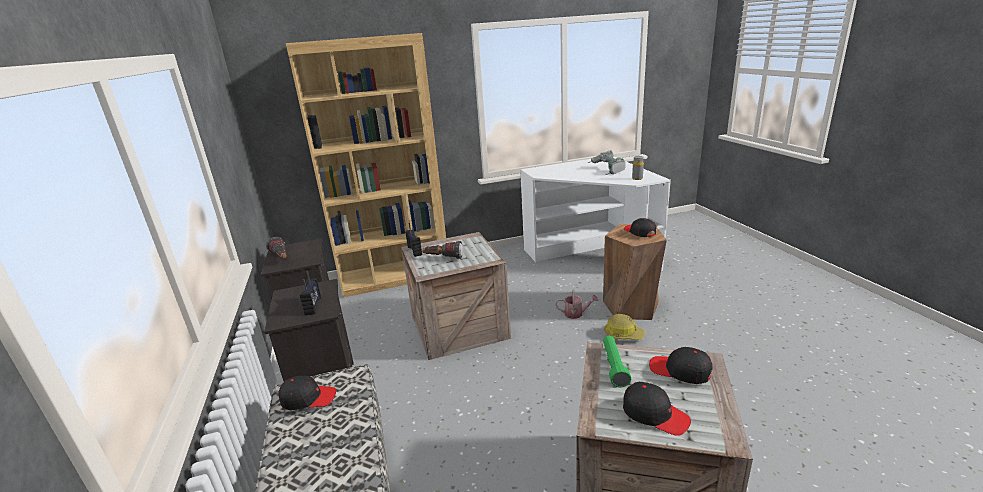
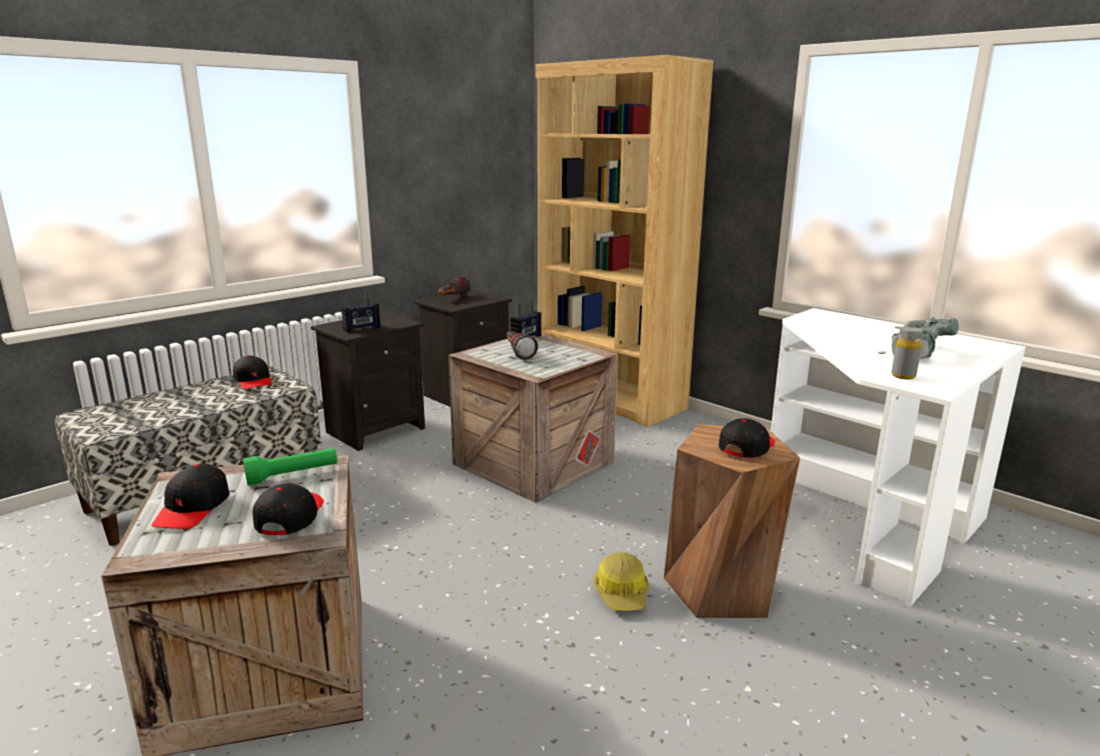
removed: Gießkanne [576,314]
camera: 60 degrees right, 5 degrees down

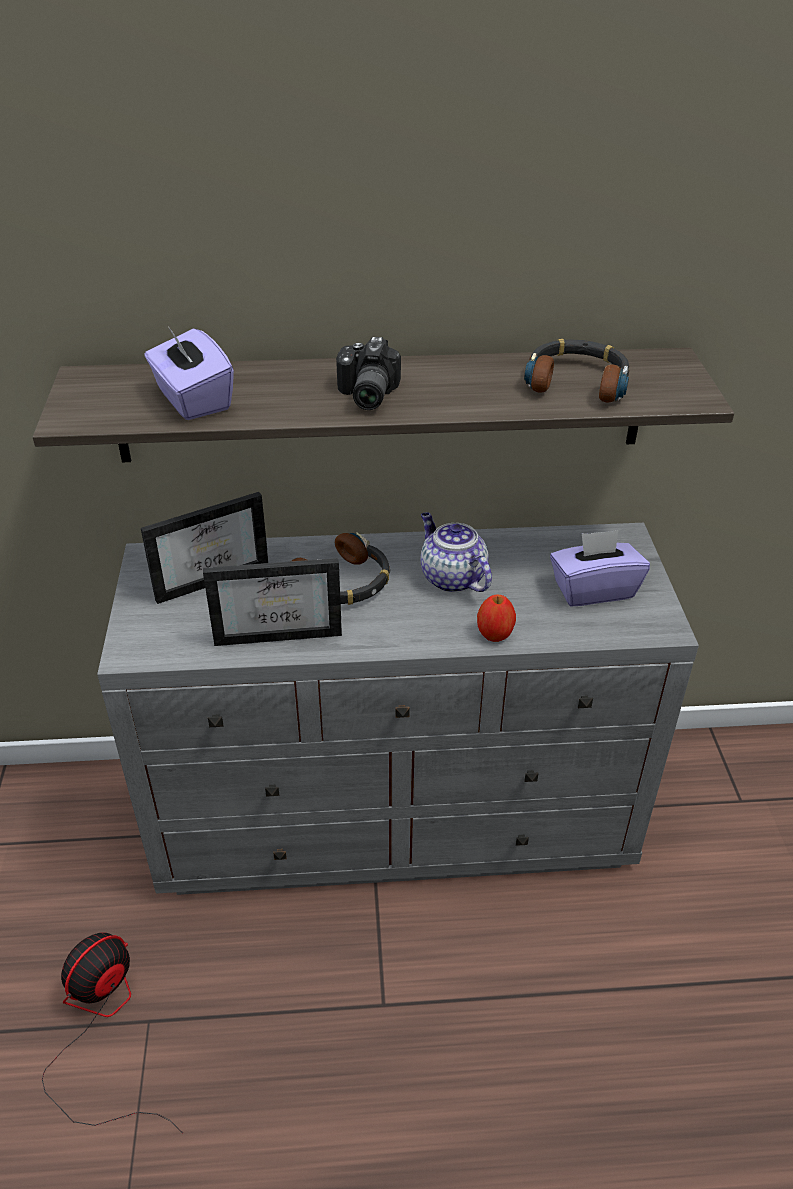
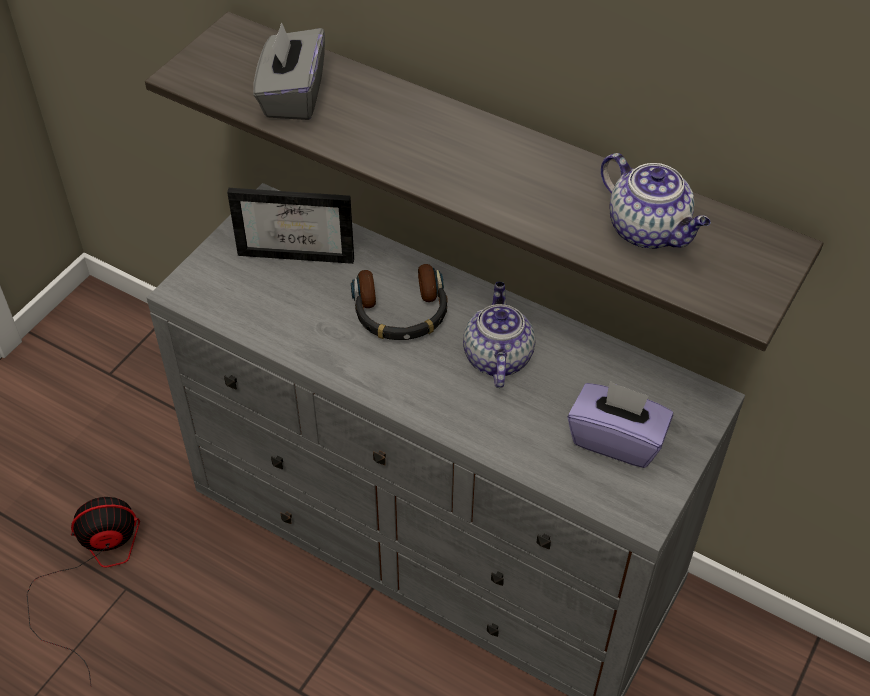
removed: Bilderrahmen [280,629]; Kamera [365,395]; Apfel [495,634]
replaced: Kopfhörer [577,381] to Teekanne [649,231]
recoloured: Taschentuchbox/lila [192,400] to Taschentuchbox/grau [292,96]
camera: 35 degrees right, 10 degrees up

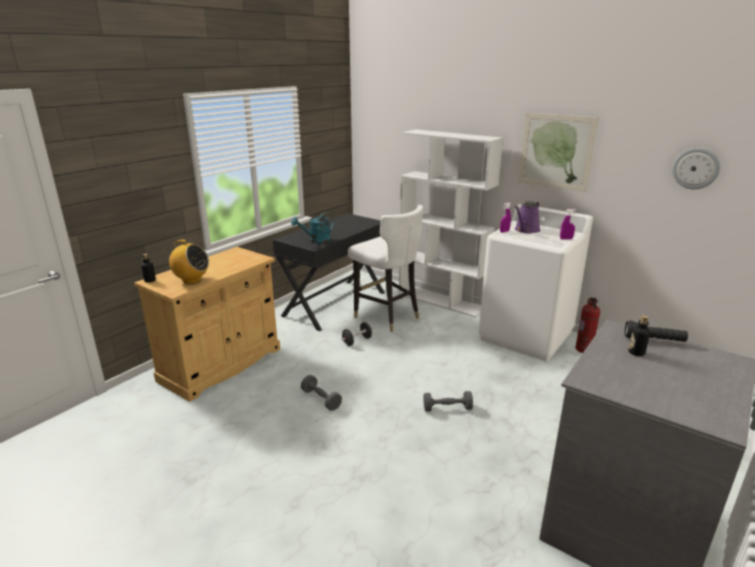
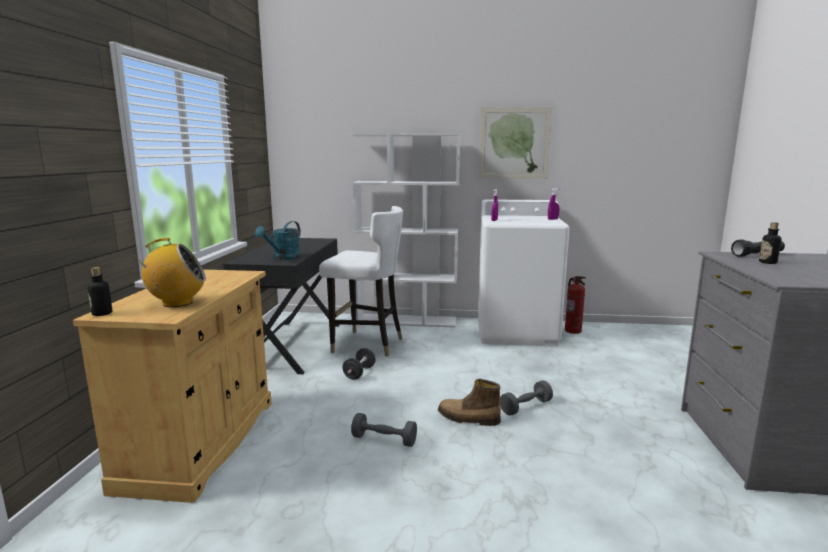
removed: Gießkanne/lila [526,230]; Wanduhr [696,168]
added: Stiefel [468,419]
camera: 30 degrees left, 10 degrees down

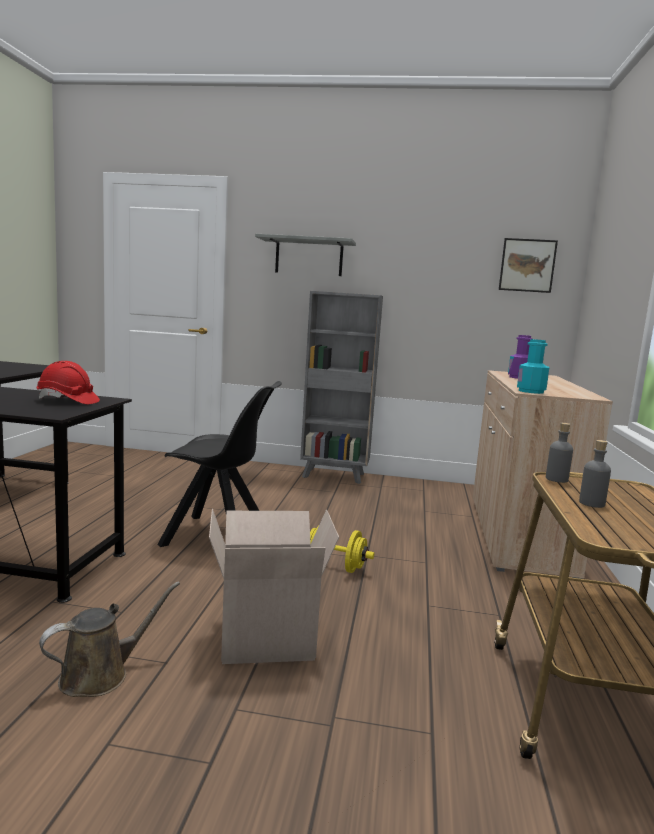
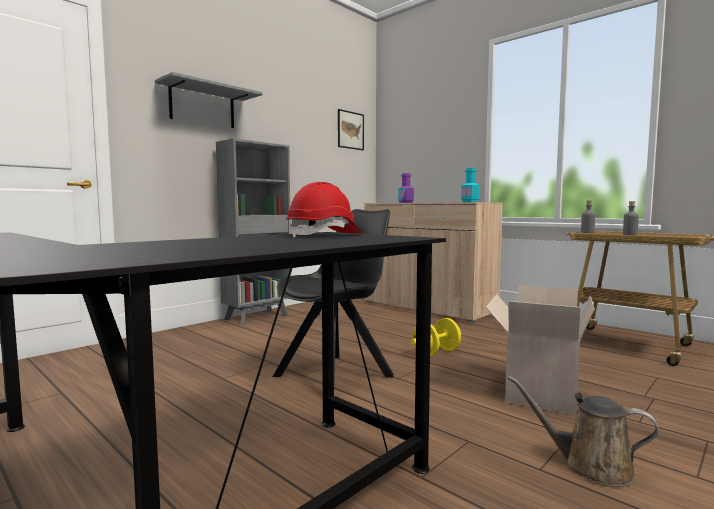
turned: Gießkanne/braun [101,675] = [589,466] 60 degrees counterclockwise
camera: 55 degrees left, 5 degrees down

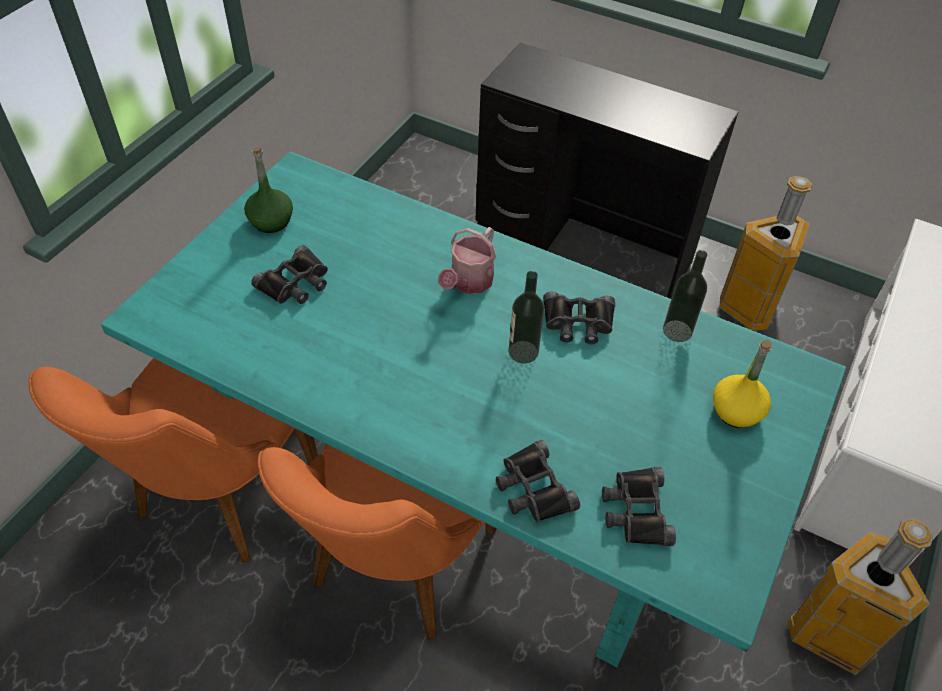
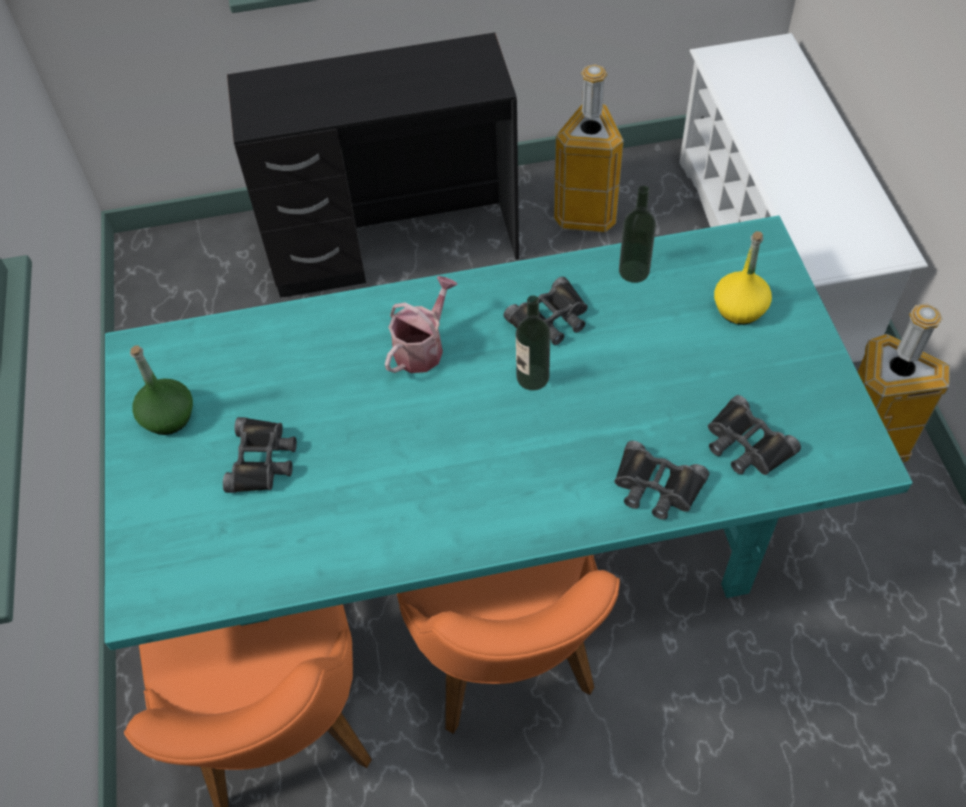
turned: Gießkanne [468,283] = [422,347] 135 degrees counterclockwise
camera: 35 degrees left, 5 degrees up

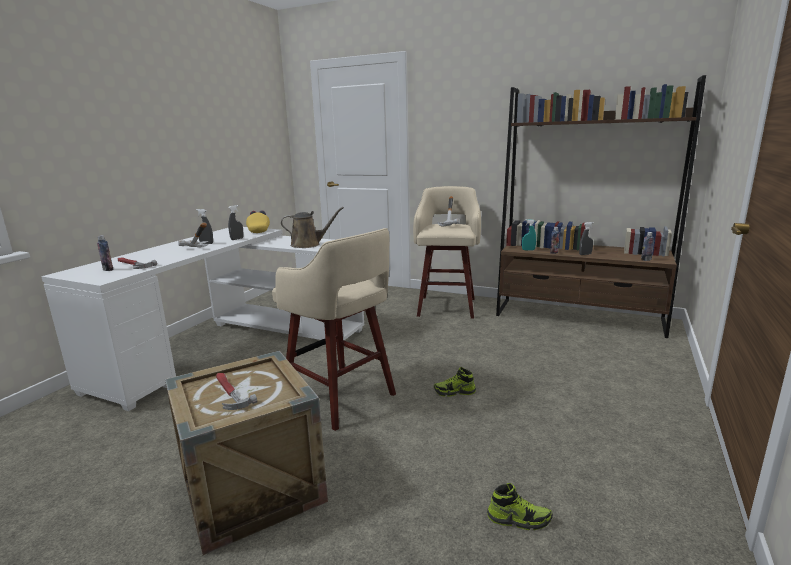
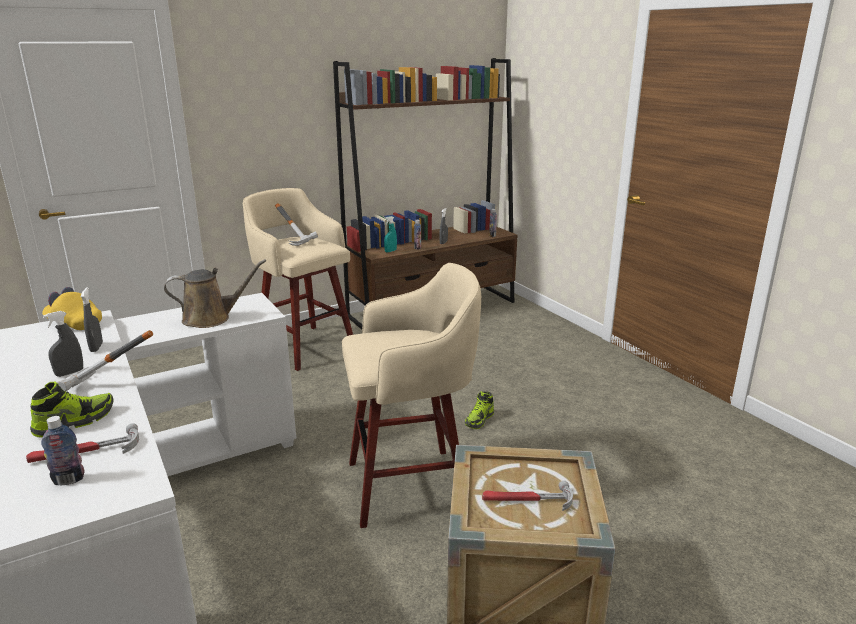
moved: Schuh [519,519] to [75,422]
turned: Gießkanne/braun [308,244] = [211,318] 45 degrees clockwise
camera: 55 degrees left, 5 degrees up

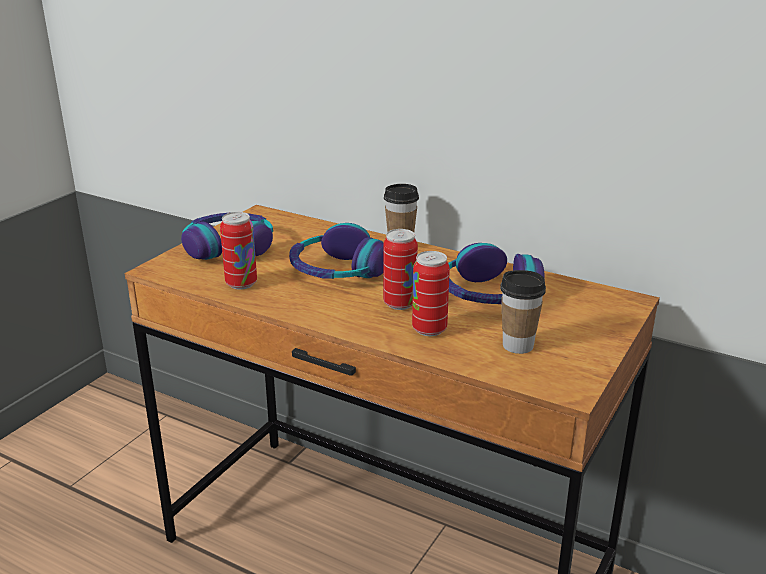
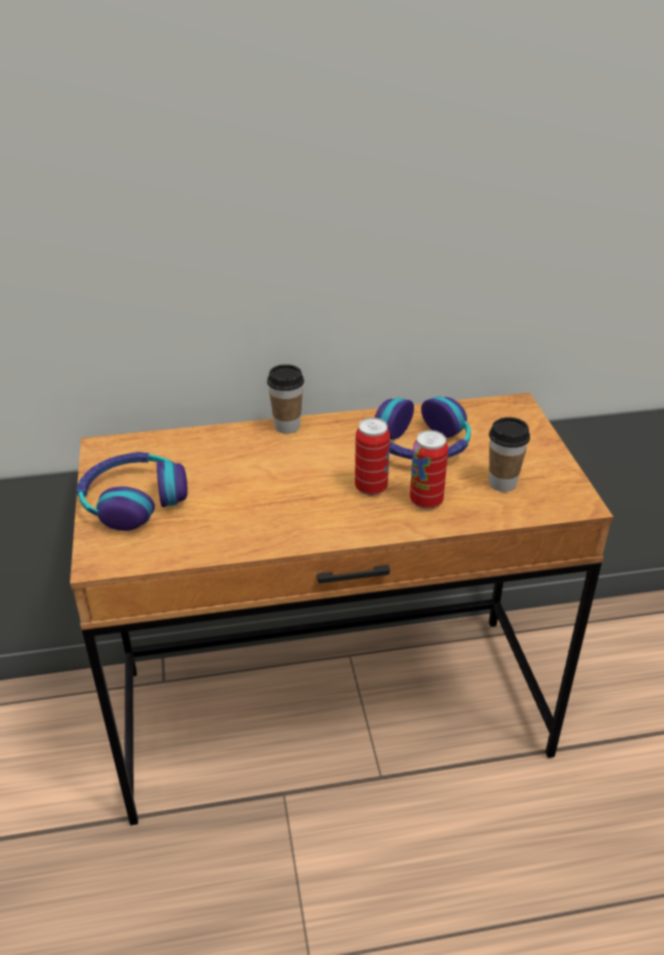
removed: Dose [241,284]; Kopfhörer [337,270]
camera: 40 degrees left, 10 degrees up

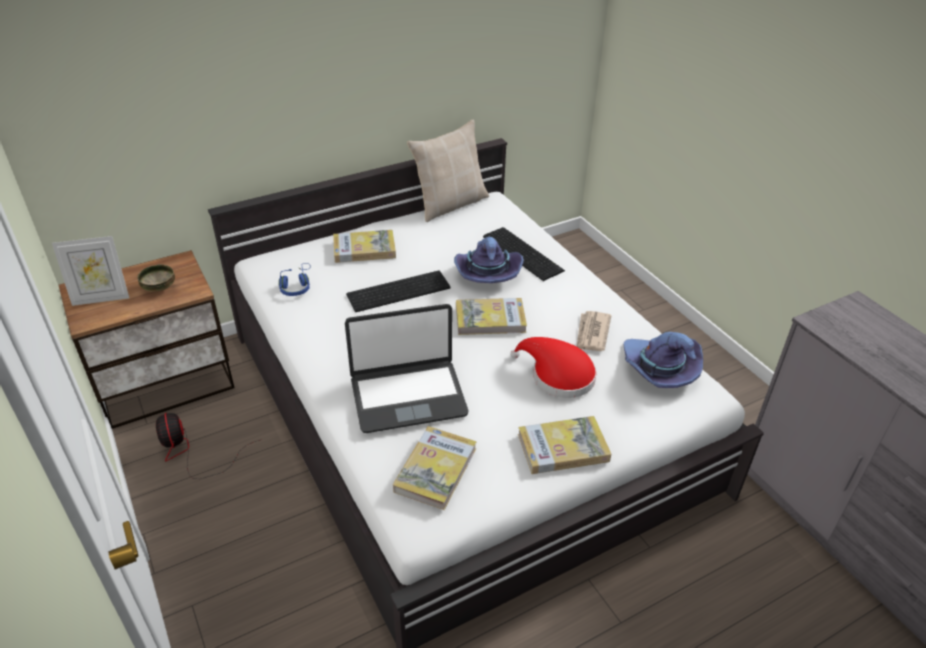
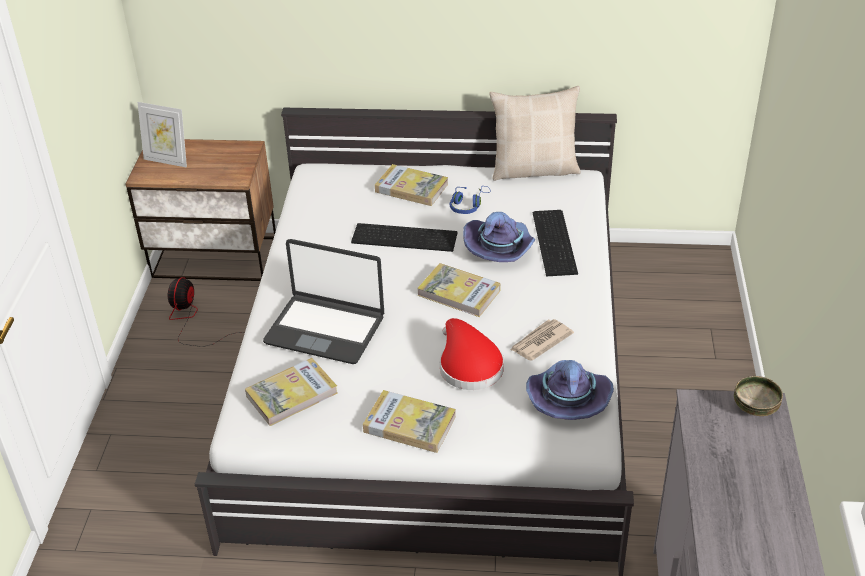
moved: Schüssel [159,287] to [755,407]; Kopfhörer/blau [296,286] to [468,205]
camera: 35 degrees right, 0 degrees up

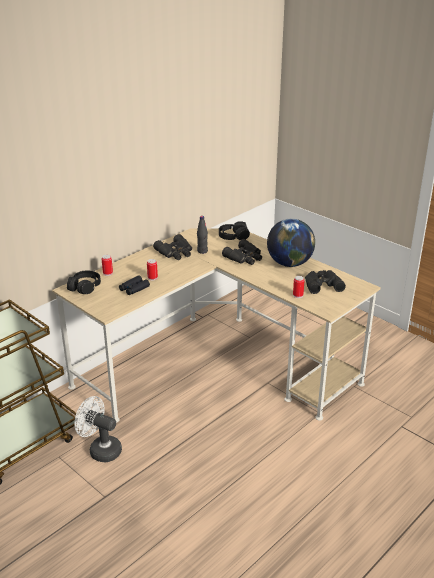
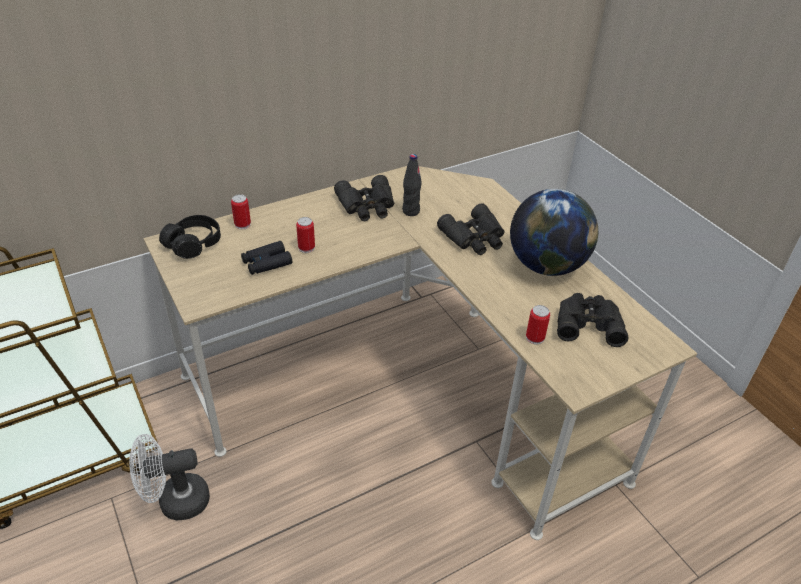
removed: Kopfhörer/schwarz [233,237]
turned: Ventilator/weiß [101,449] = [175,502] 60 degrees counterclockwise
camera: 15 degrees right, 10 degrees up

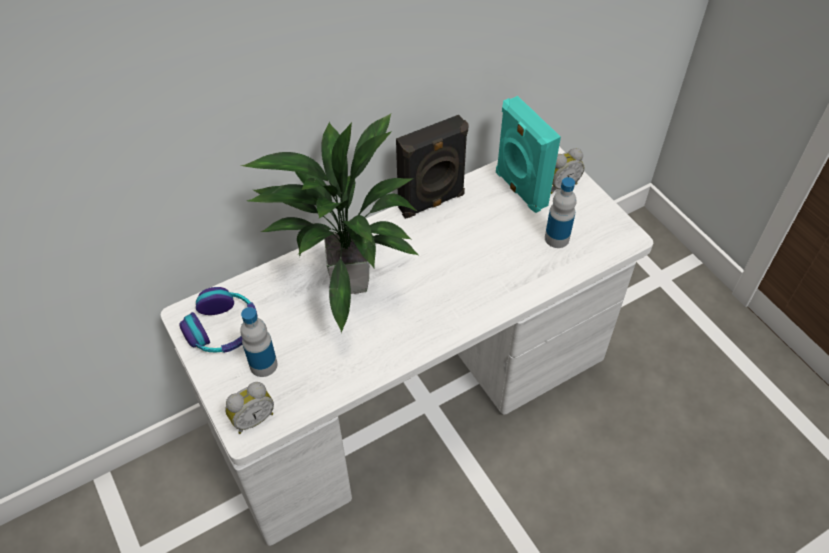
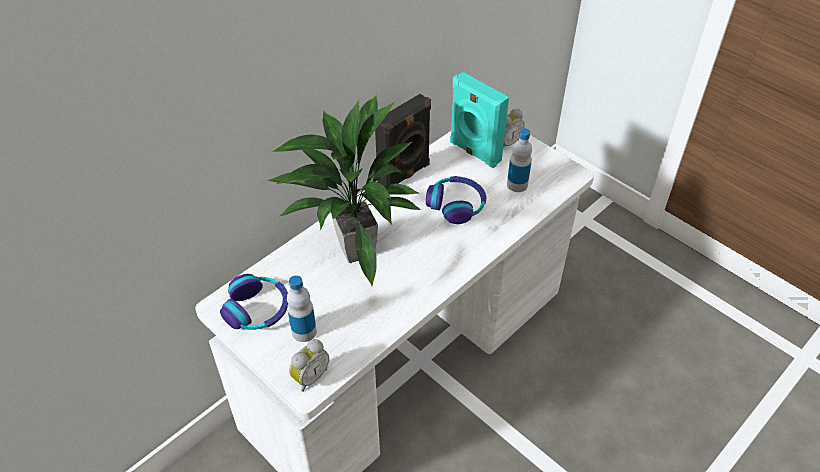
added: Kopfhörer [456,205]
camera: 15 degrees left, 5 degrees down

